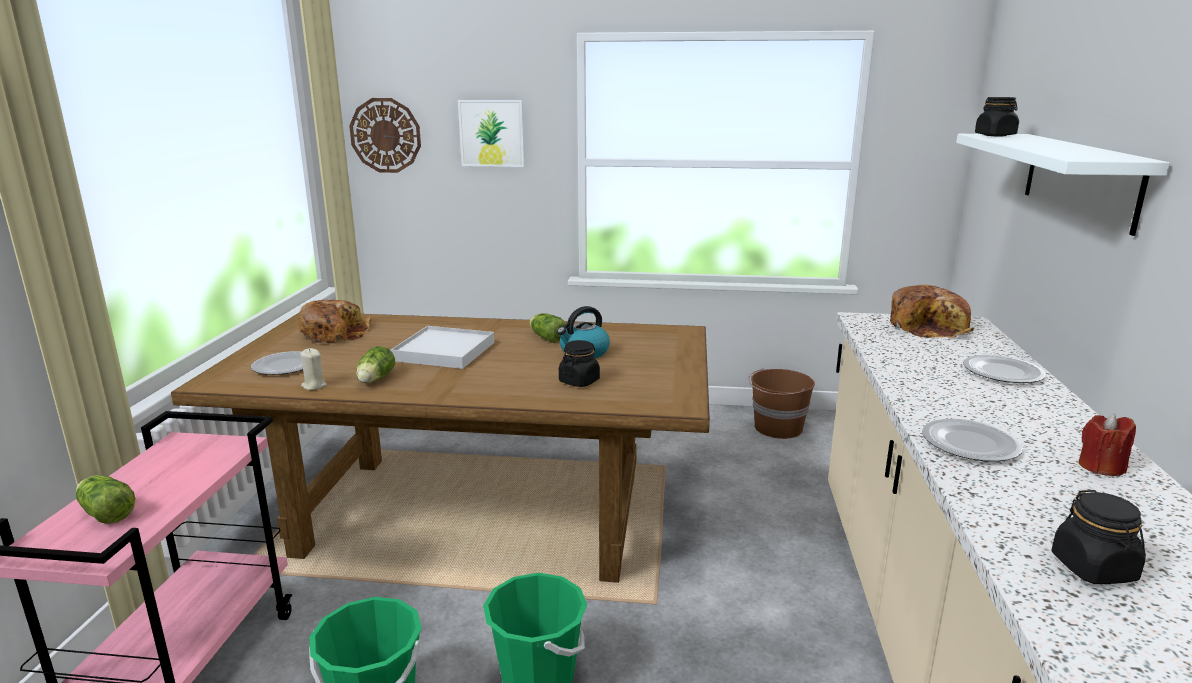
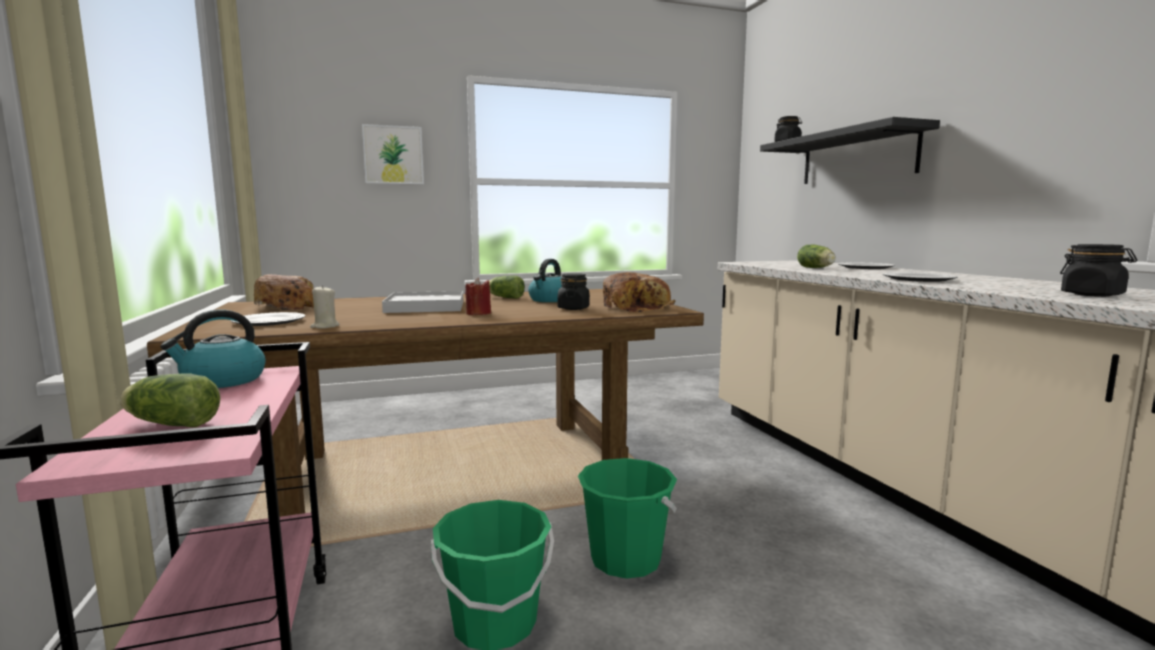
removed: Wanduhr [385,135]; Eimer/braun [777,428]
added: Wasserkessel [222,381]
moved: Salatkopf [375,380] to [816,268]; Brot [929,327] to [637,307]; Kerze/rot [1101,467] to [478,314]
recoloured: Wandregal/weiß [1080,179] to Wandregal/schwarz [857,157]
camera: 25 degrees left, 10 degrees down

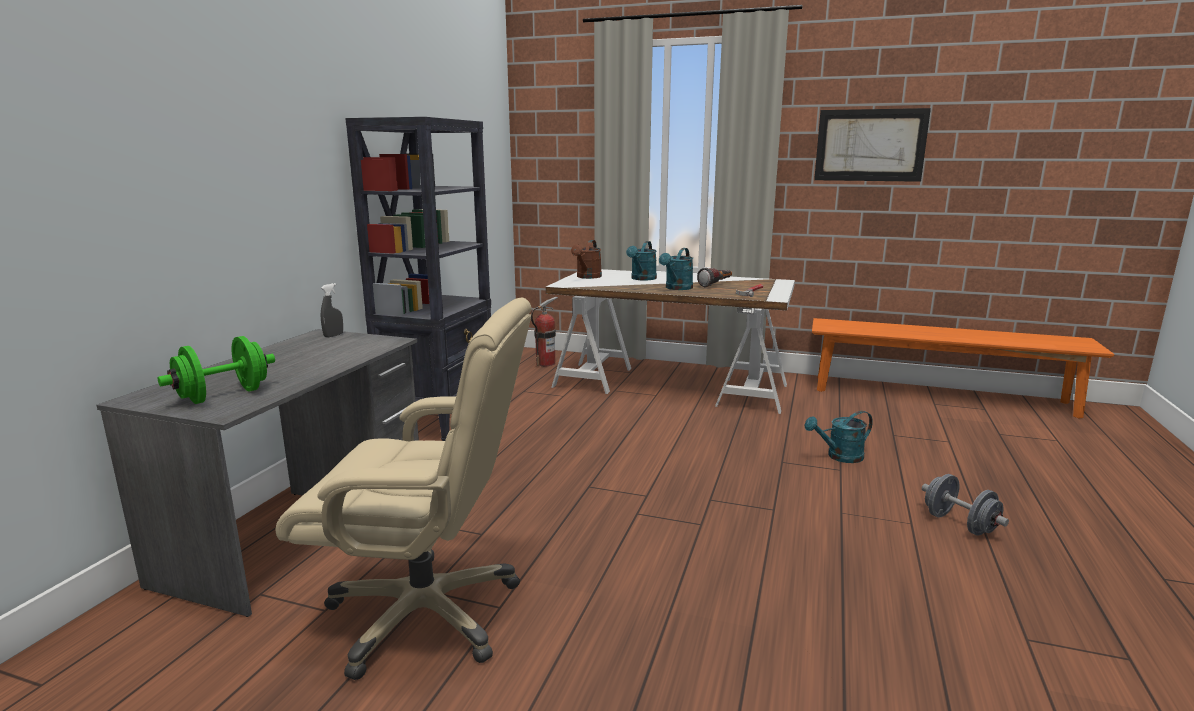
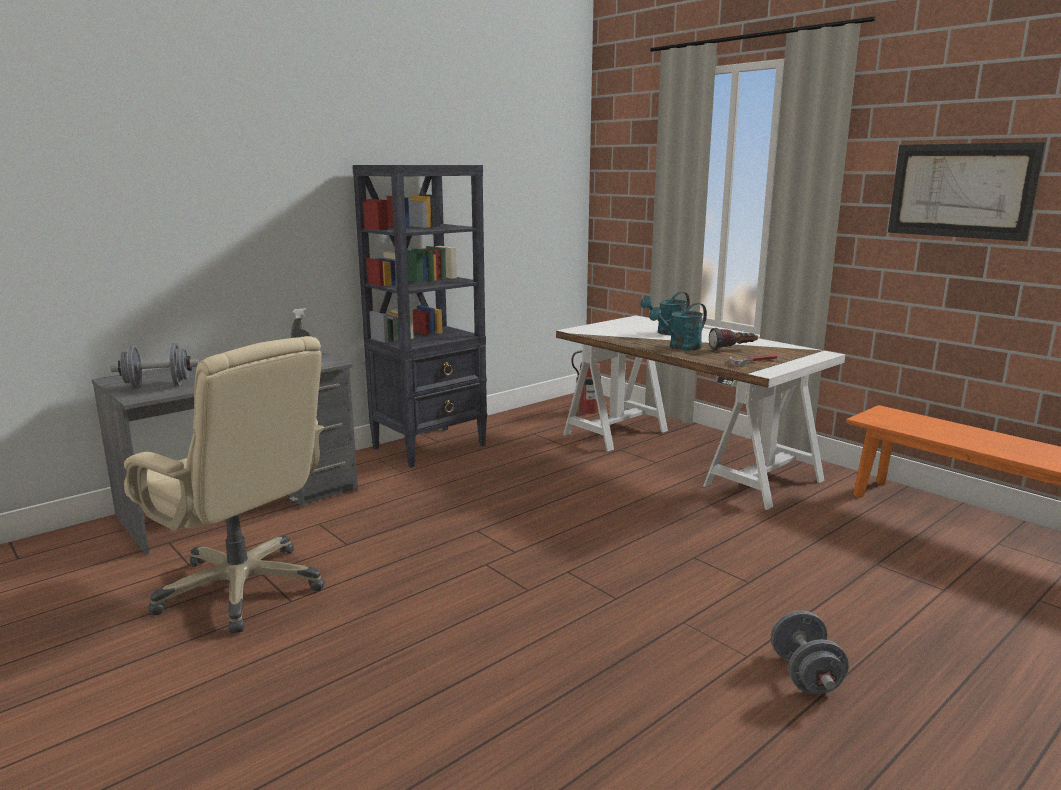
removed: Gießkanne/braun [587,277]; Gießkanne/türkis [839,457]
recoloured: Hantel/grün [223,396] to Hantel/grau [158,386]
camera: 30 degrees right, 0 degrees up

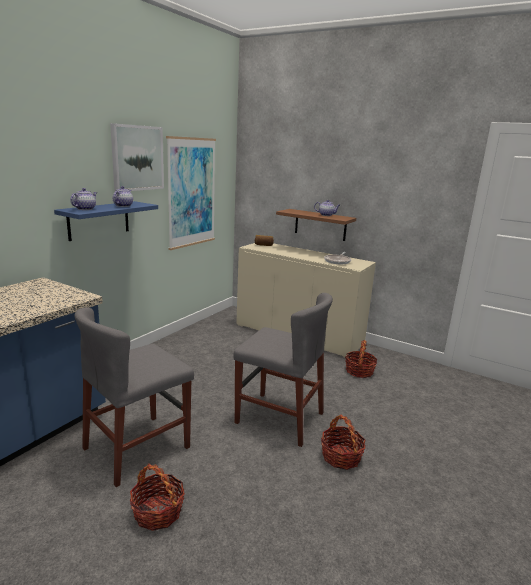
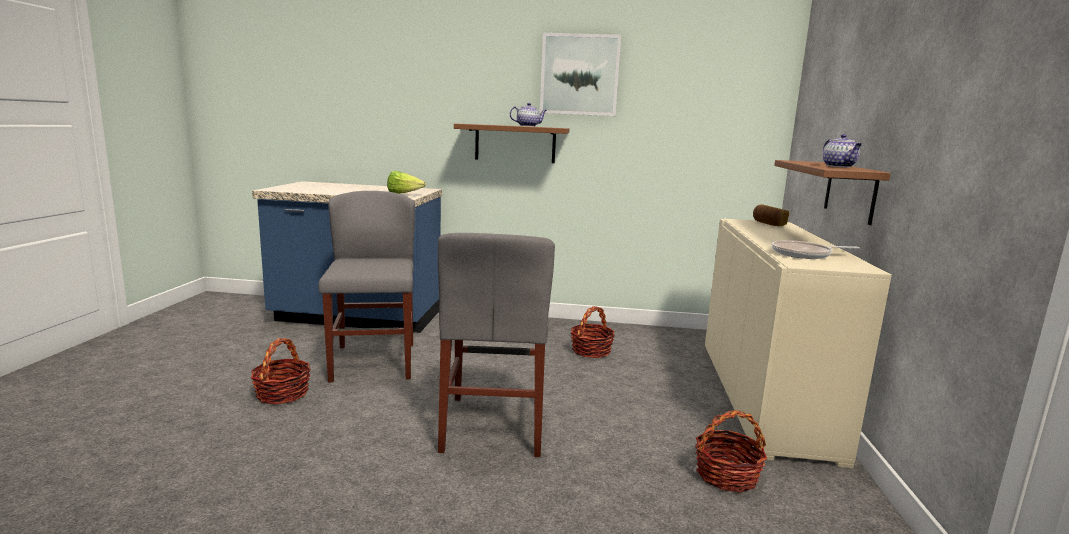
removed: Teekanne [85,209]; Bild [191,192]
added: Salatkopf [403,194]
moved: Korb [341,456] to [591,351]
recoloured: Wandregal/blau [99,220] to Wandregal/braun [515,143]
turned: Stuhl/grau [137,448] = [373,362] 60 degrees clockwise
camera: 65 degrees right, 5 degrees down

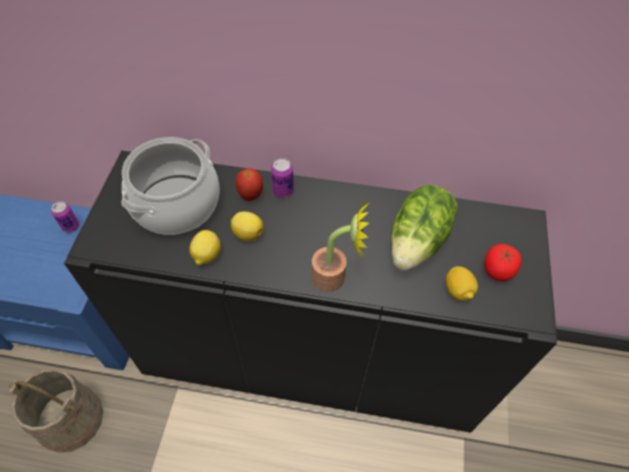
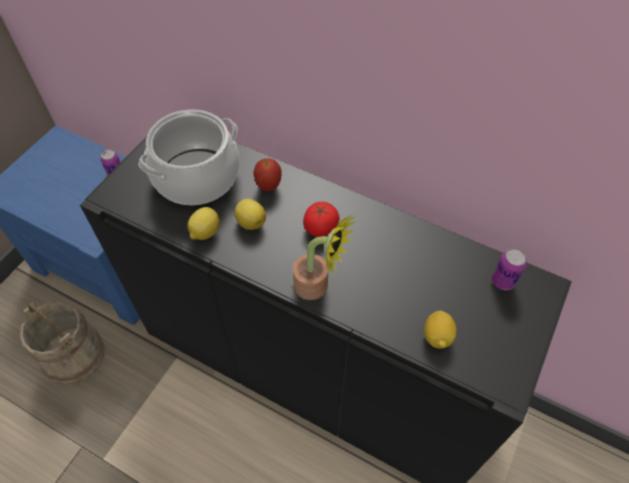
removed: Salatkopf [418,242]
moved: Dose [283,191] to [503,281]; Tomate [497,270] to [320,228]
camera: 20 degrees right, 0 degrees up

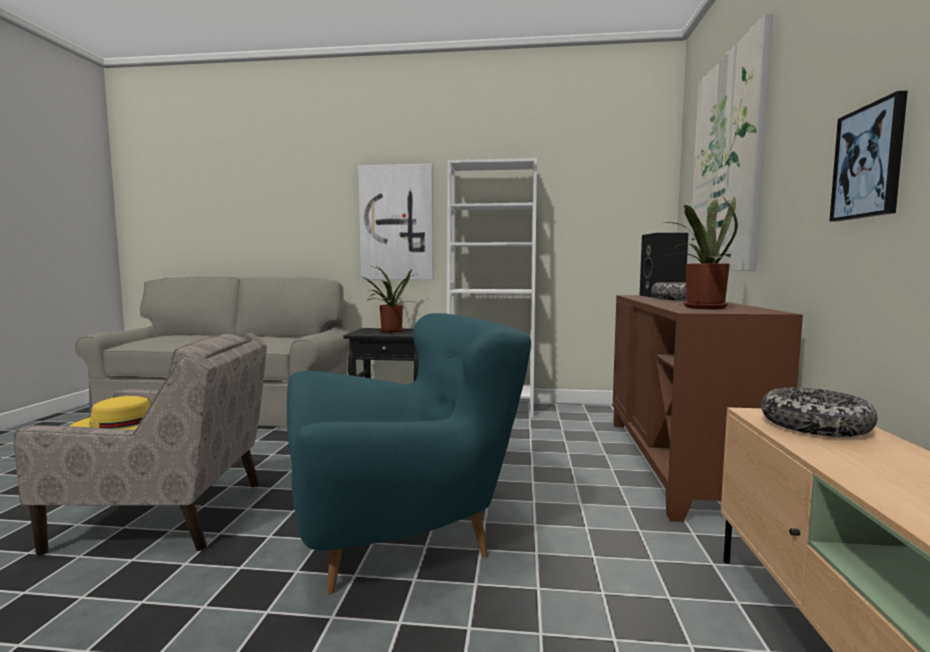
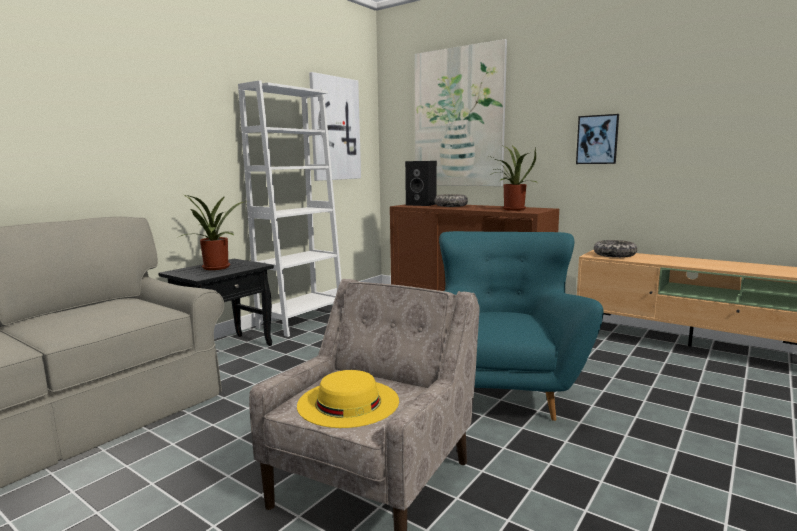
moved: Bild [397,223] to [334,129]
camera: 60 degrees left, 5 degrees up

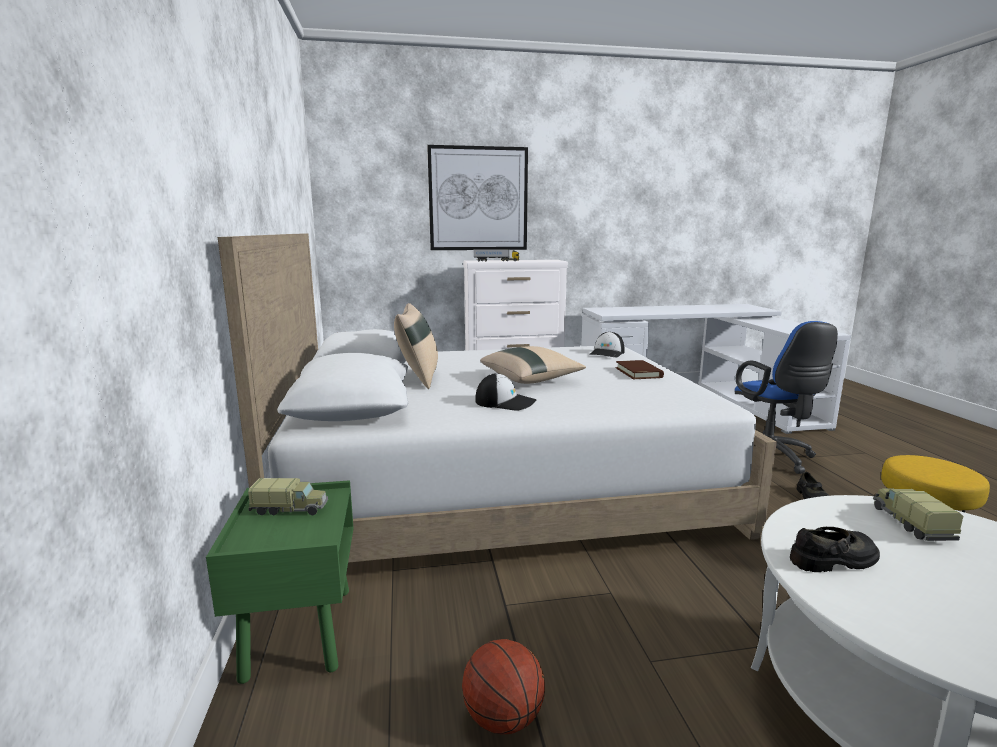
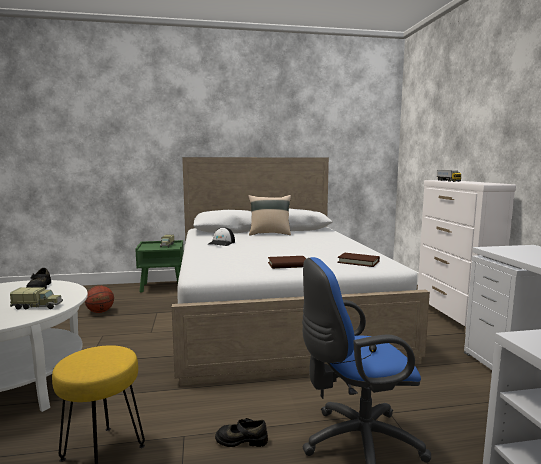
removed: Bild [478,199]; Kissen/beige [531,379]
replaced: Kappe [607,353] to Buch/braun [358,262]
camera: 90 degrees right, 5 degrees down

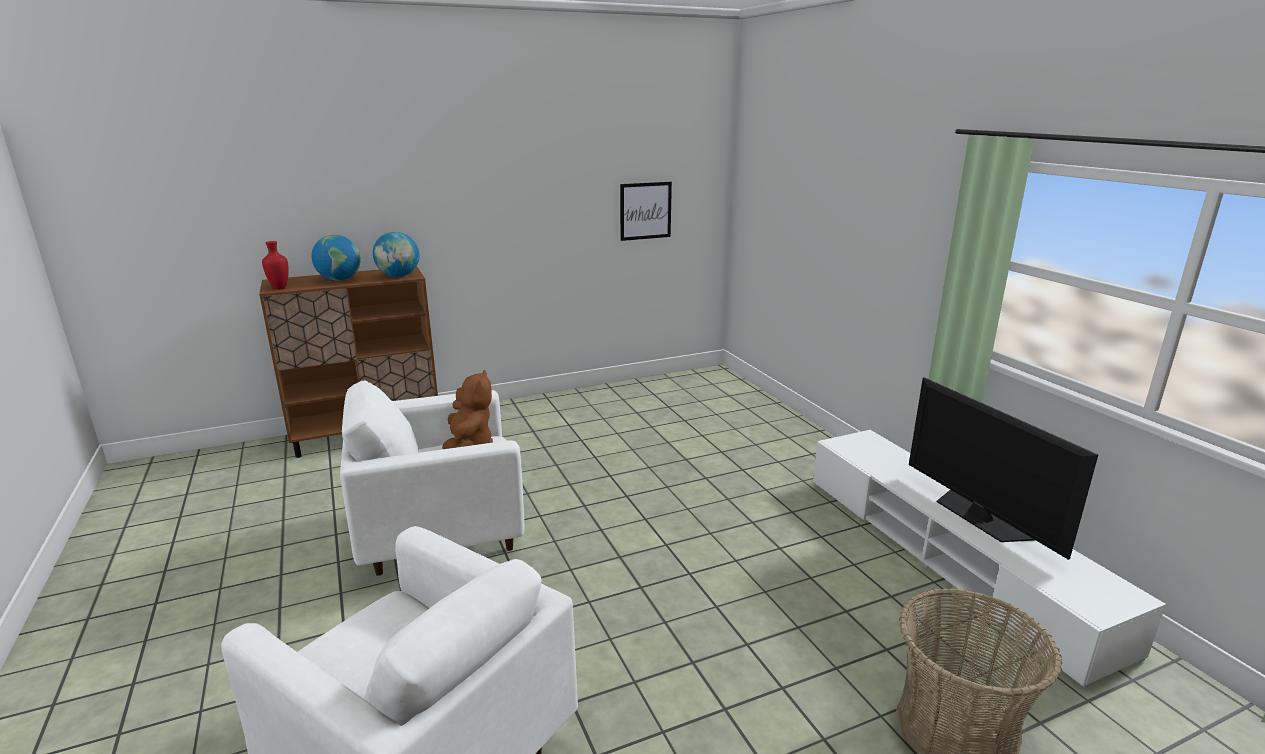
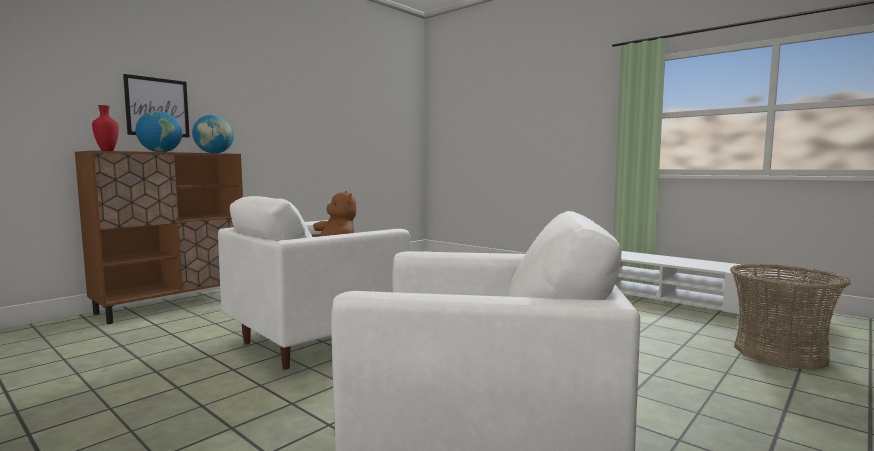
removed: Fernseher [979,517]
moved: Bild [645,211] to [157,107]
camera: 25 degrees left, 15 degrees down

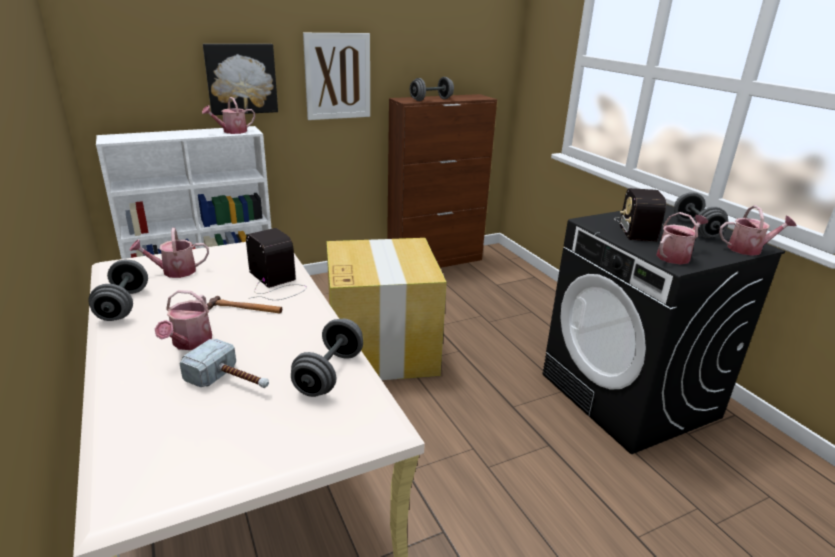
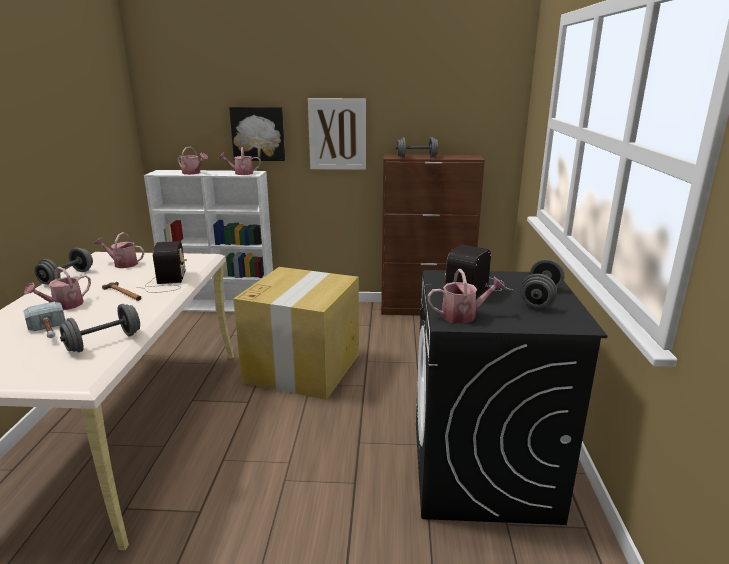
moved: Gießkanne [749,249] to [193,173]
camera: 30 degrees right, 5 degrees down

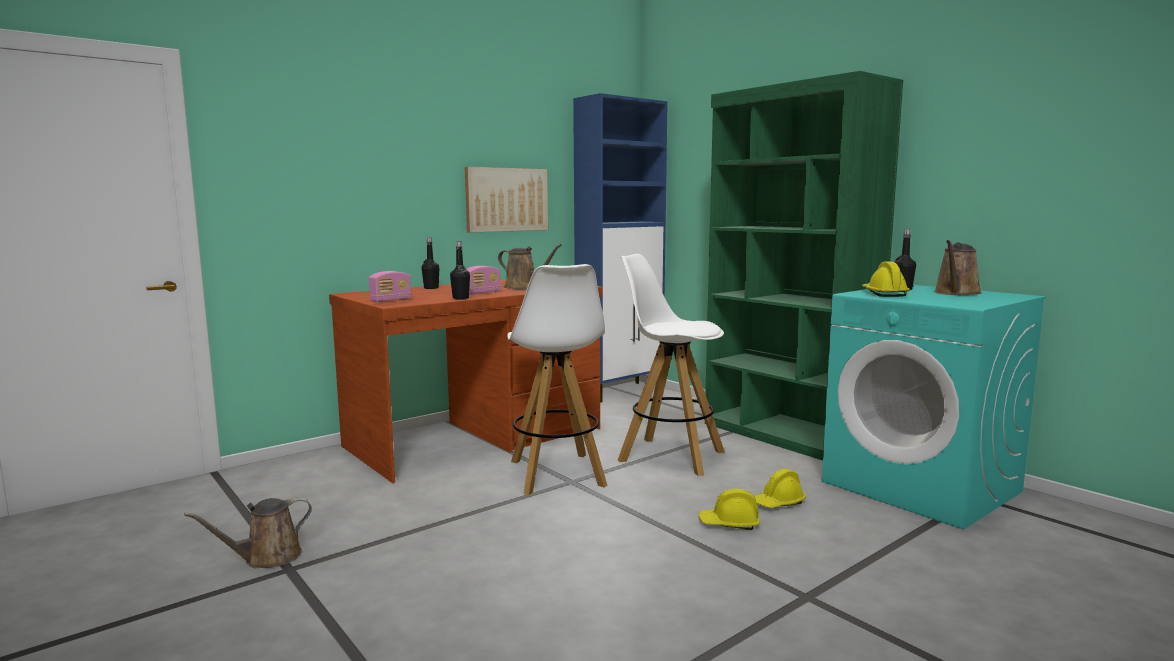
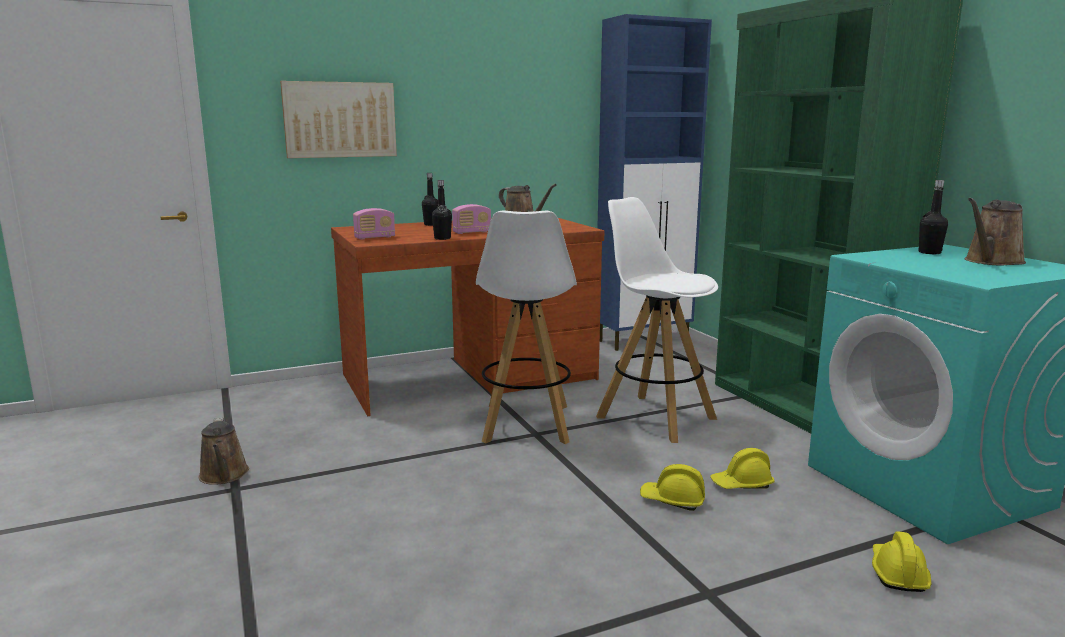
moved: Bild [506,199] to [340,120]; Schutzhelm/gelb [884,294] to [897,573]
turned: Gießkanne/braun [267,558] = [224,476] 90 degrees counterclockwise
camera: 15 degrees right, 5 degrees up

